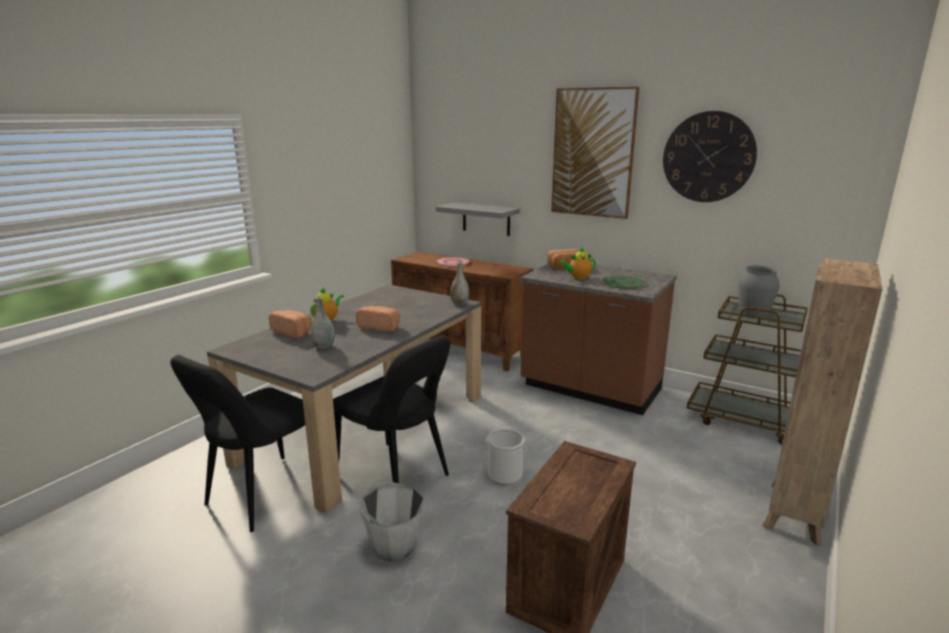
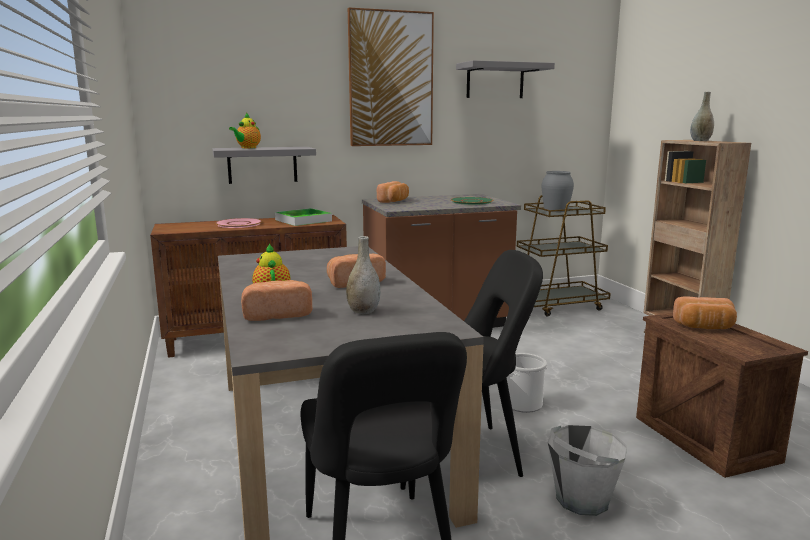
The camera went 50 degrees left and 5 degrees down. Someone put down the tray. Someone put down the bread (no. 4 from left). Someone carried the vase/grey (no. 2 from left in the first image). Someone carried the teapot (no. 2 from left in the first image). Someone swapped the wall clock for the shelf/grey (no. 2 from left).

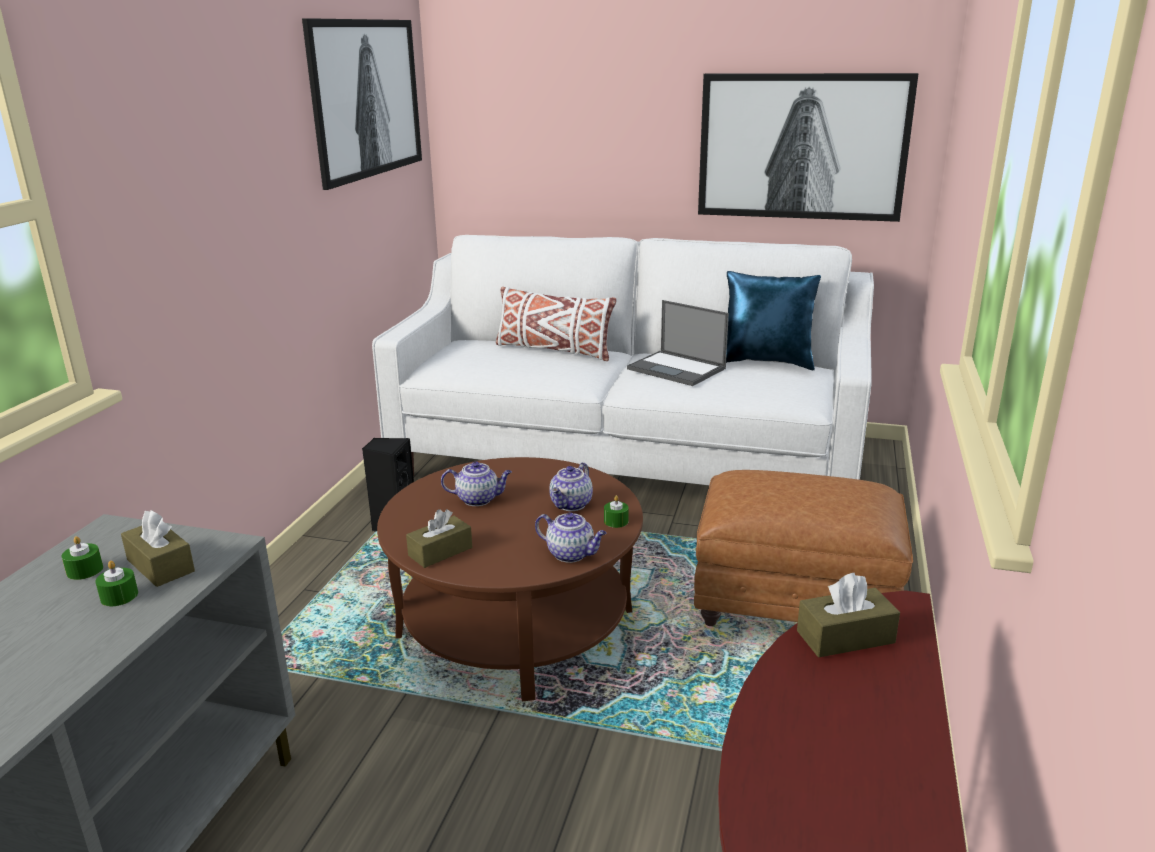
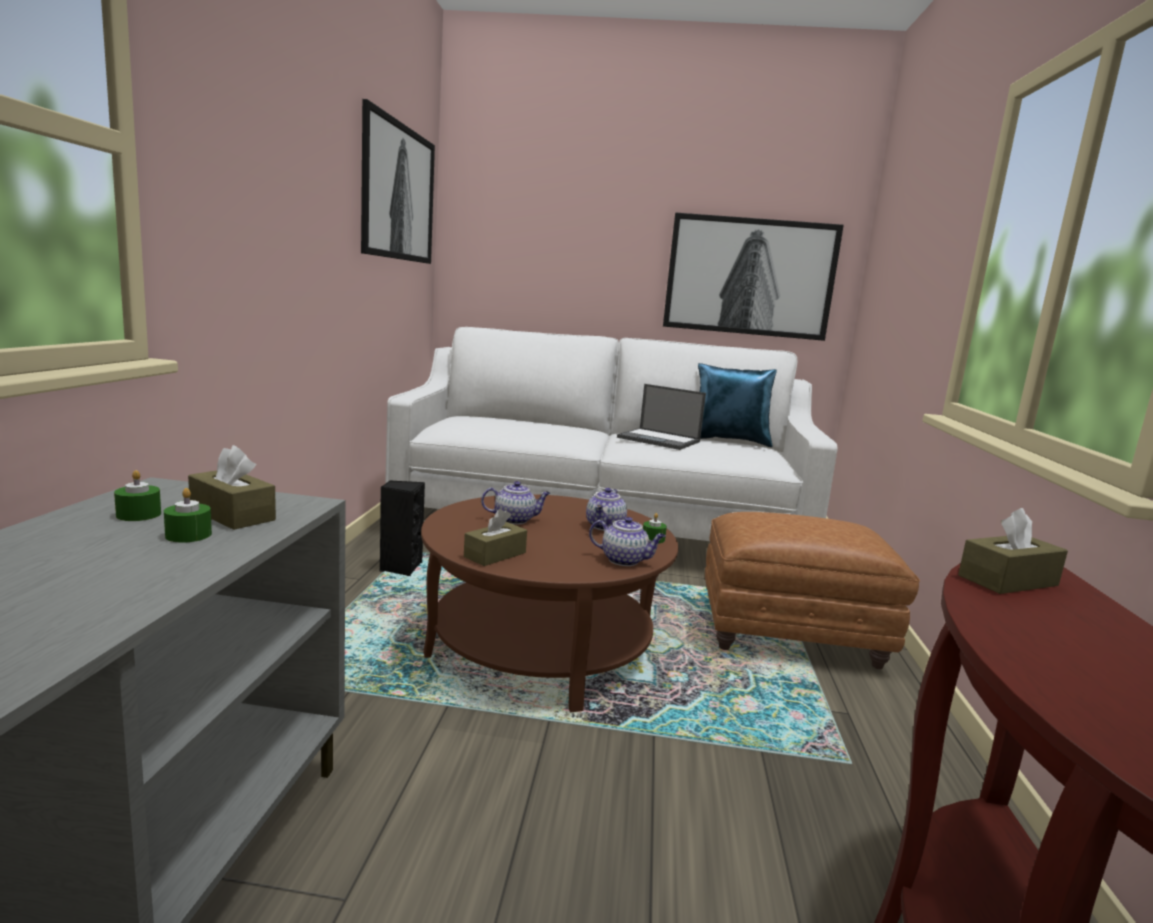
The camera went 10 degrees left and 10 degrees down. Someone took away the pillow/white.

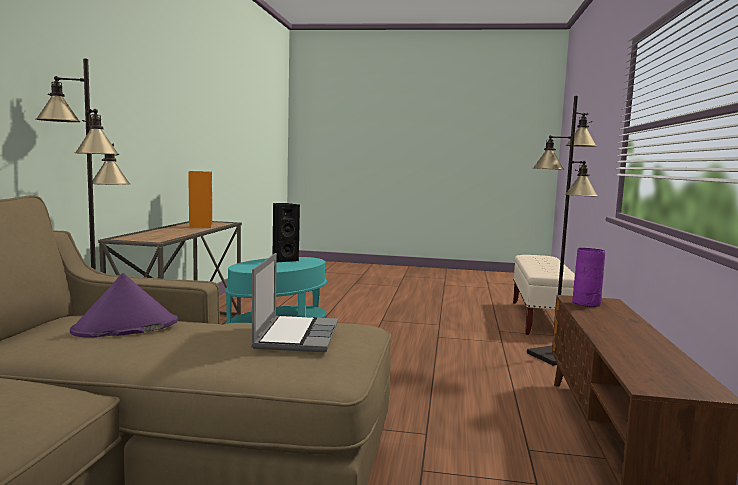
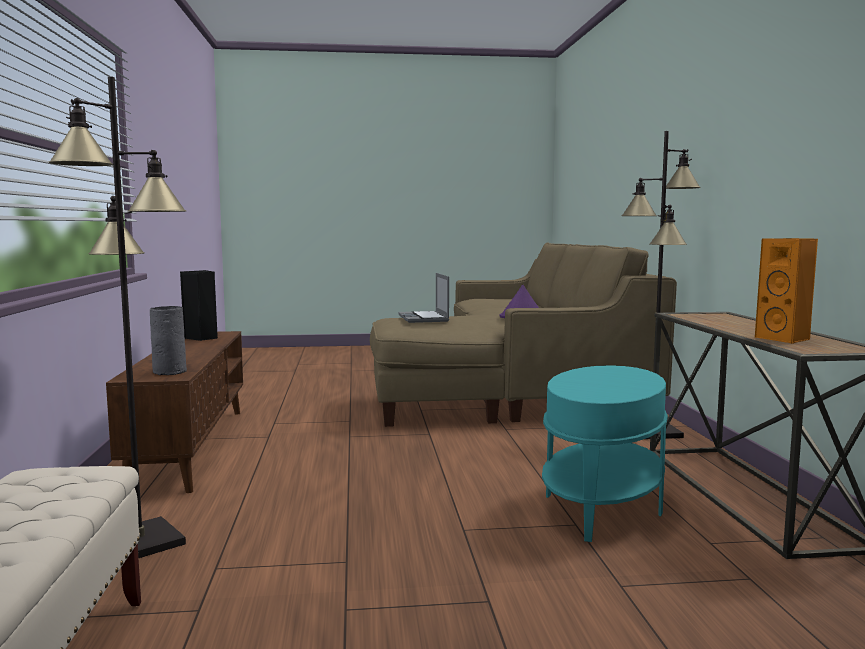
The camera went 165 degrees right and 0 degrees up. Someone carried the speaker/black. Someone repainted the vase/purple, which became the vase/grey.

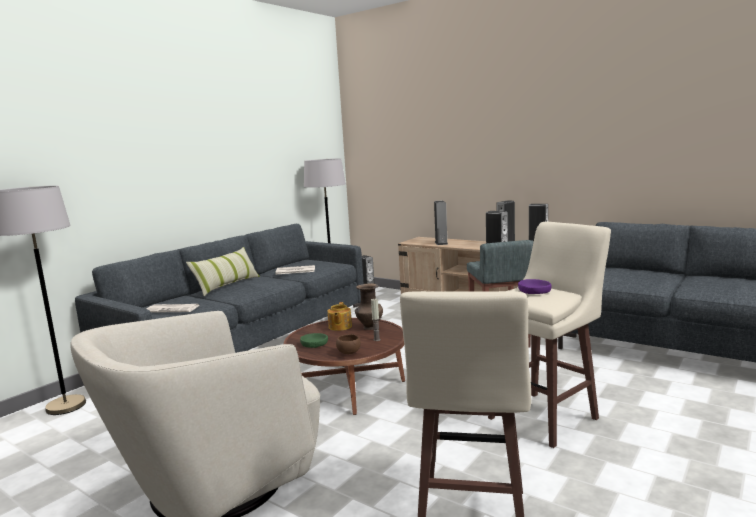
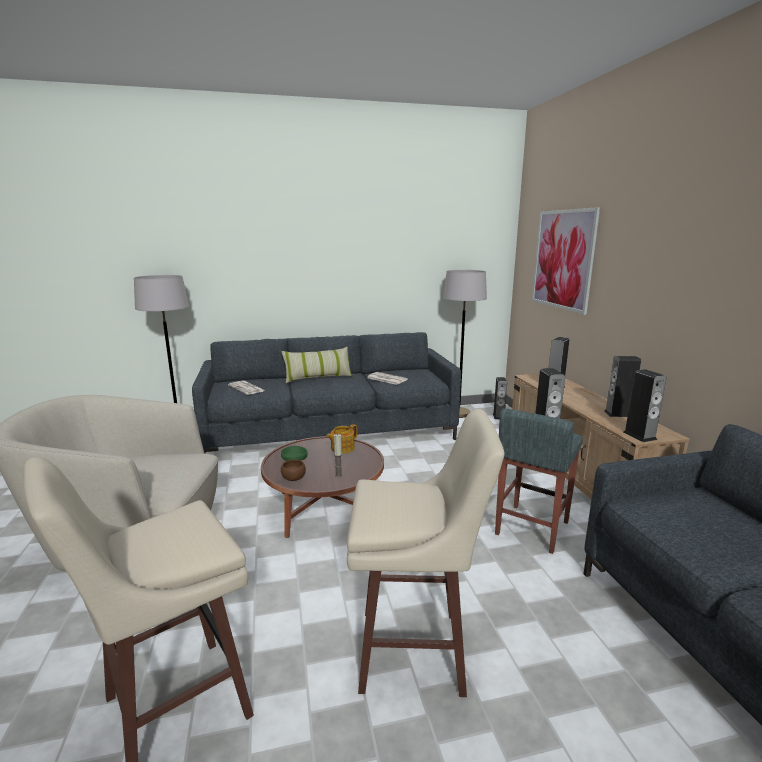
The camera went 40 degrees right and 5 degrees up. Someone took away the vase/brown. Someone took away the bowl/purple. Someone put up the picture.

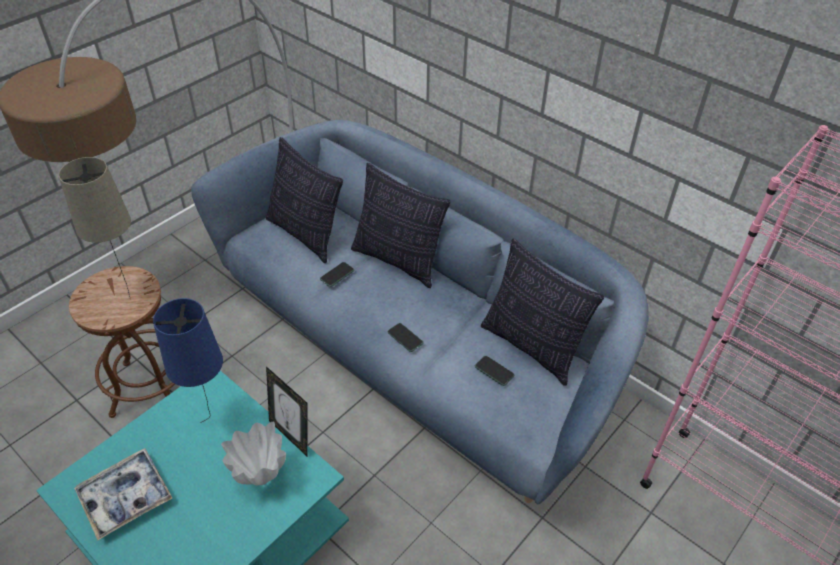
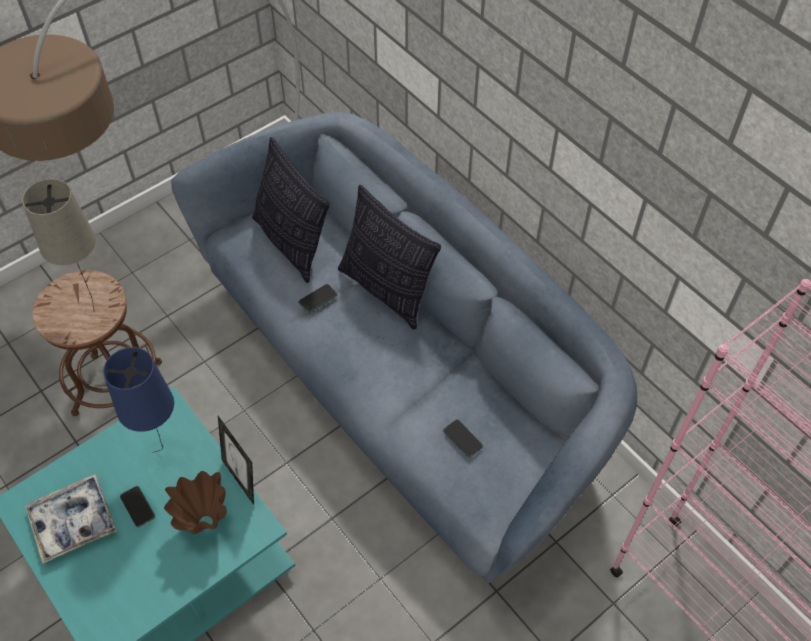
The camera went 10 degrees right and 10 degrees up. Someone took away the pillow (no. 3 from left). Someone carried the phone (no. 2 from left in the first image). Someone repainted the vase/white, which became the vase/brown.

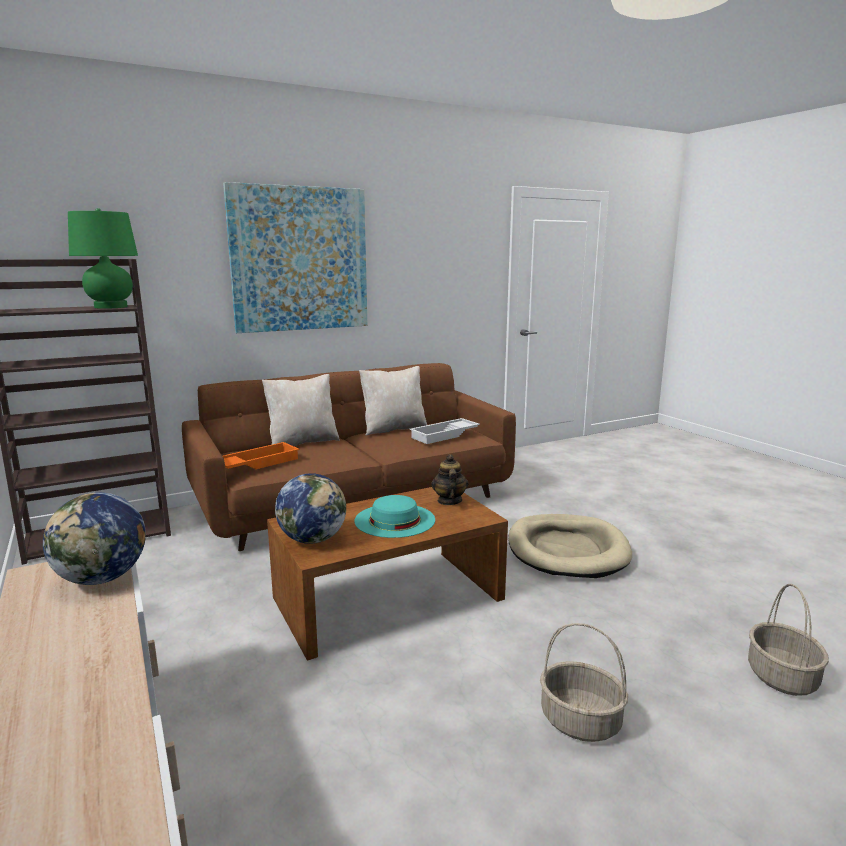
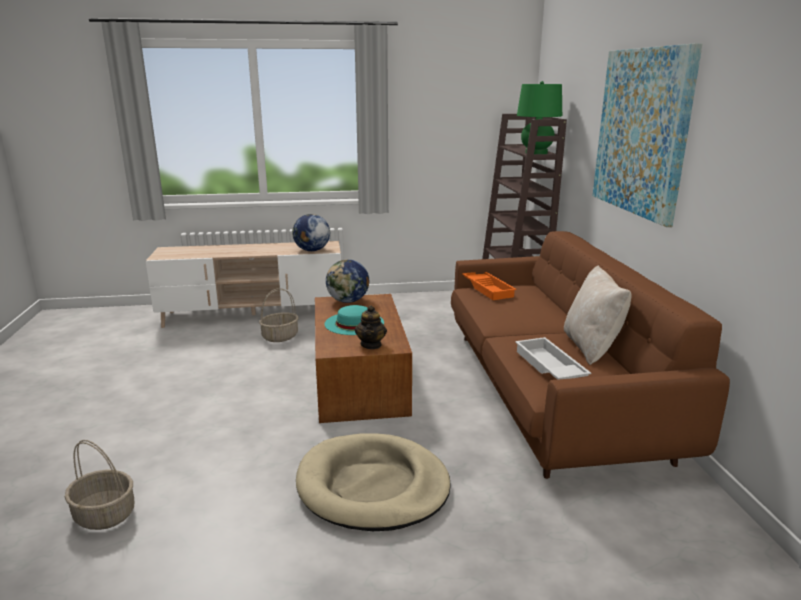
The camera went 110 degrees right and 5 degrees up. Someone took away the pillow/beige (no. 1 from left). Someone carried the basket (no. 1 from left in the first image). Someone rotated the teapot by 75 degrees clockwise.

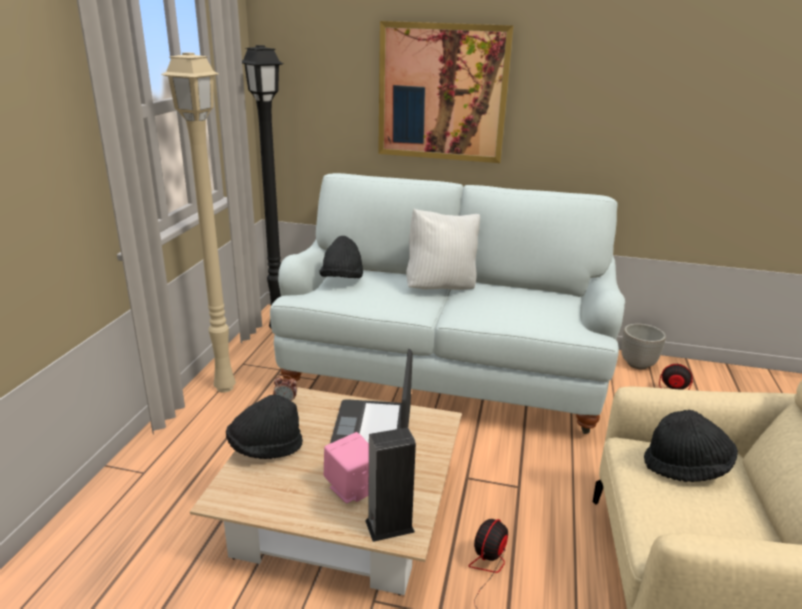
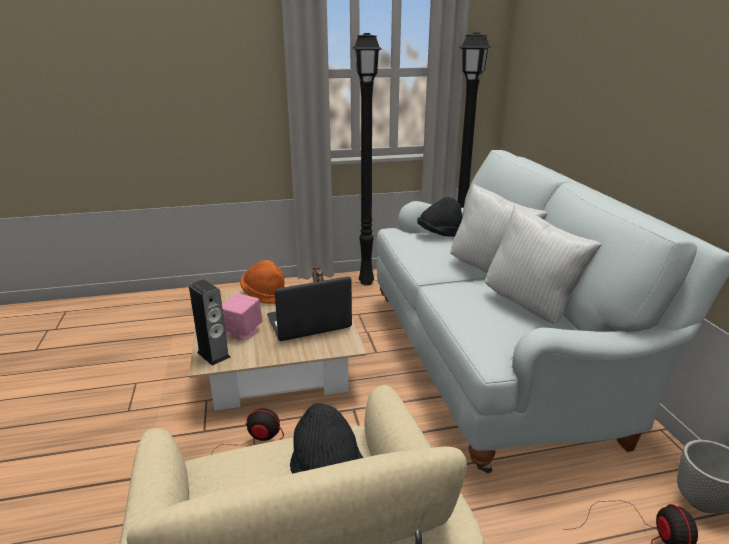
The camera went 65 degrees right and 0 degrees up. Someone took away the picture. Someone put down the pillow/white (no. 2 from left). Someone repainted the floor lamp/beige, which became the floor lamp/black (no. 1 from left). Someone repainted the hat/black (no. 1 from left), which became the hat/orange.

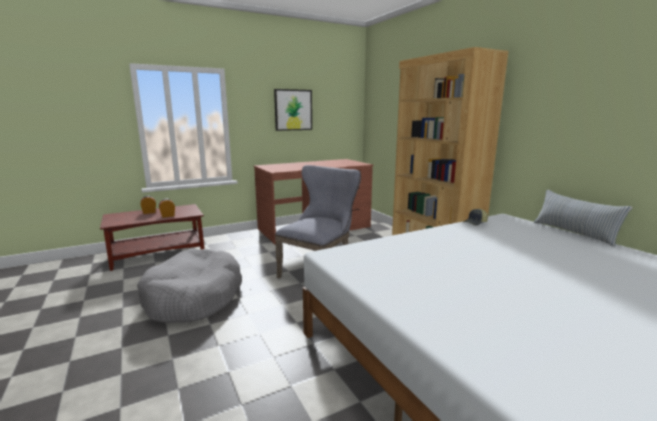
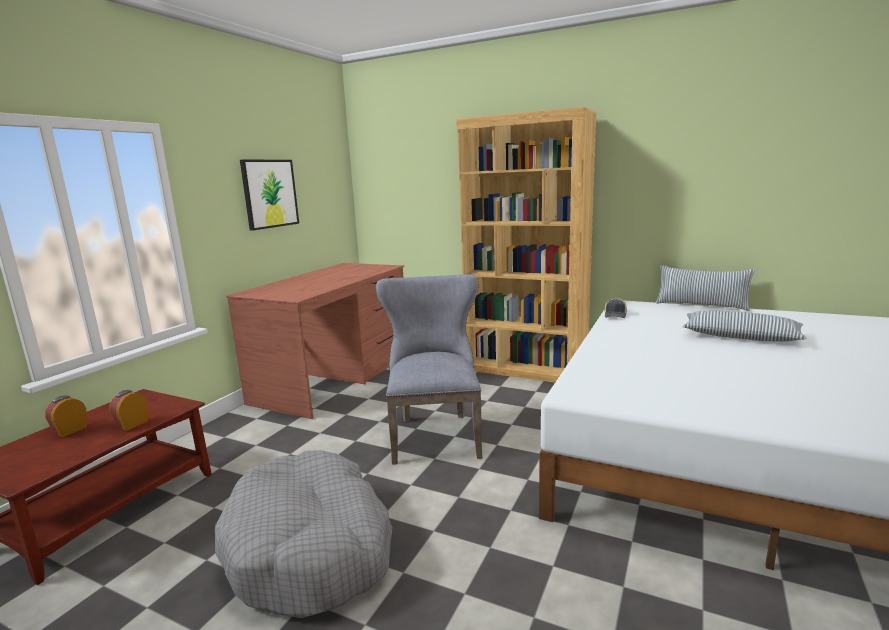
The camera went 35 degrees left and 0 degrees up. Someone put down the pillow (no. 2 from left).

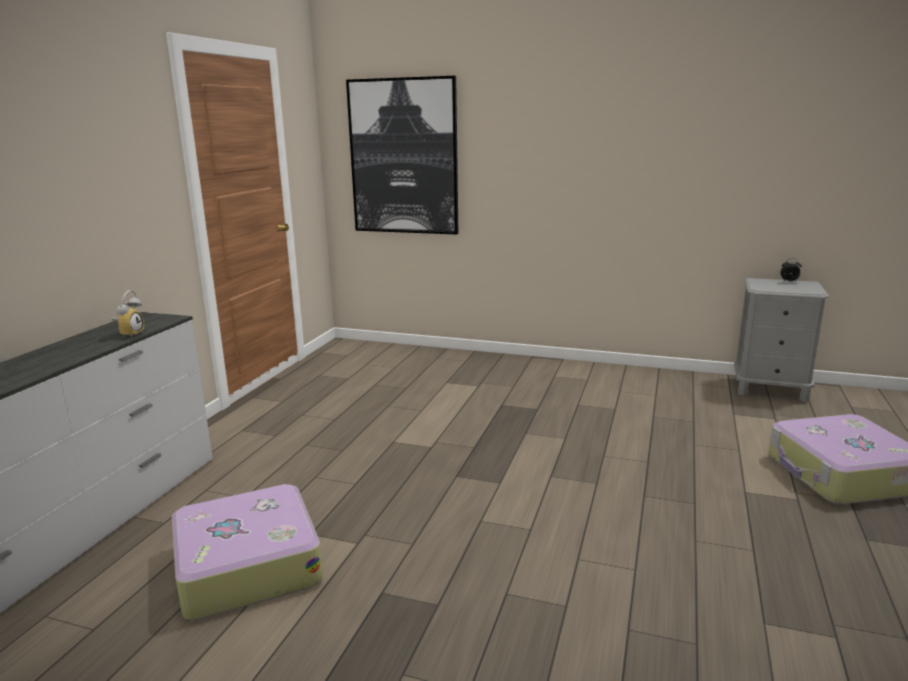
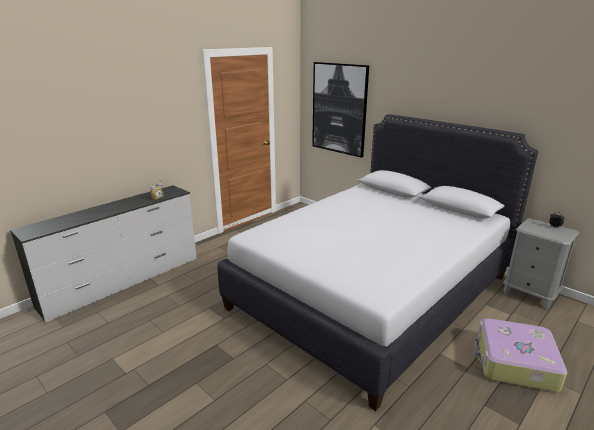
The camera went 25 degrees right and 5 degrees up. Someone took away the suitcase (no. 1 from left). Someone put down the bed/white.

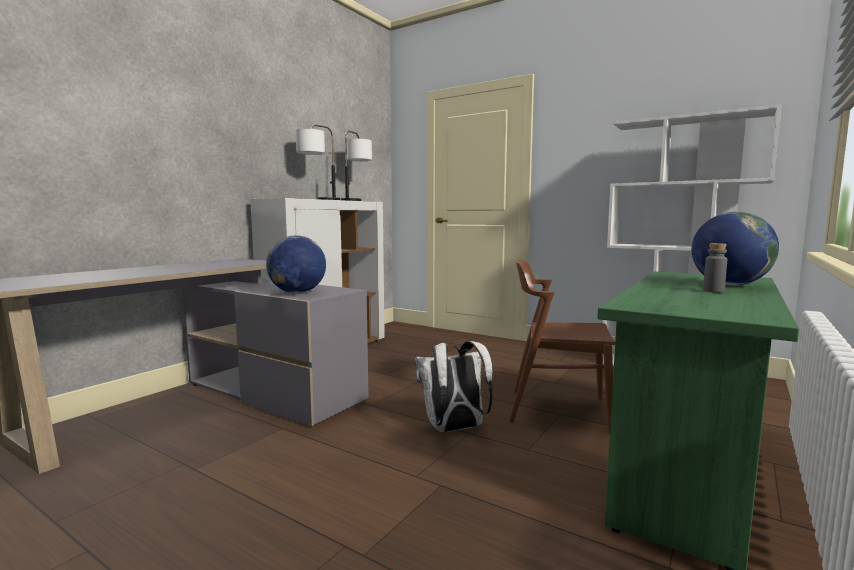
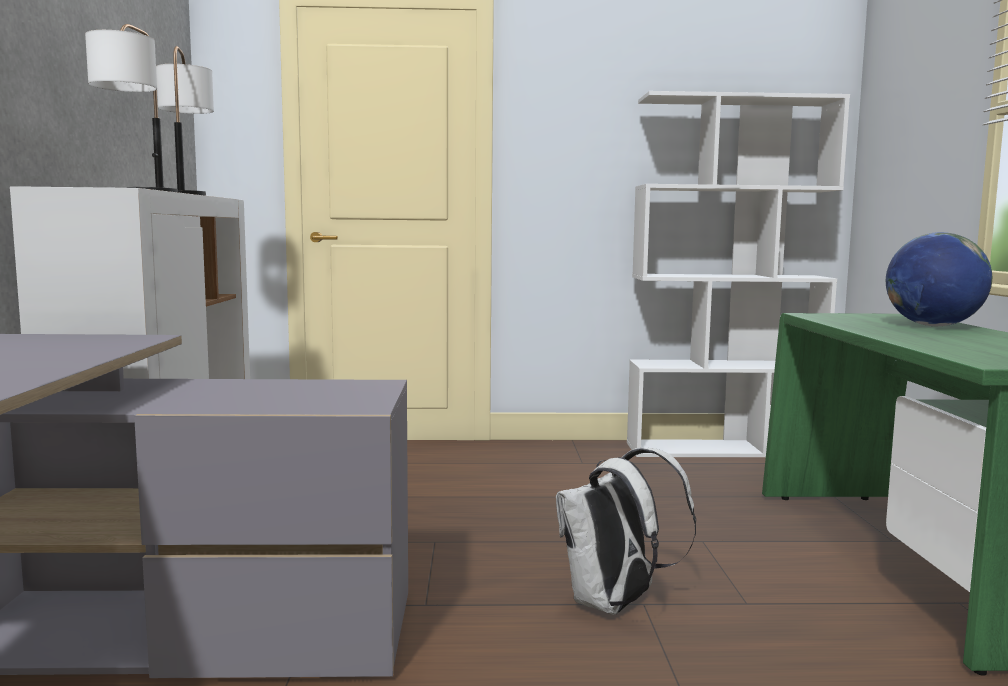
The camera went 35 degrees left and 0 degrees up. Someone took away the globe (no. 1 from left). Someone took away the chair/brown. Someone took away the bottle/grey.

